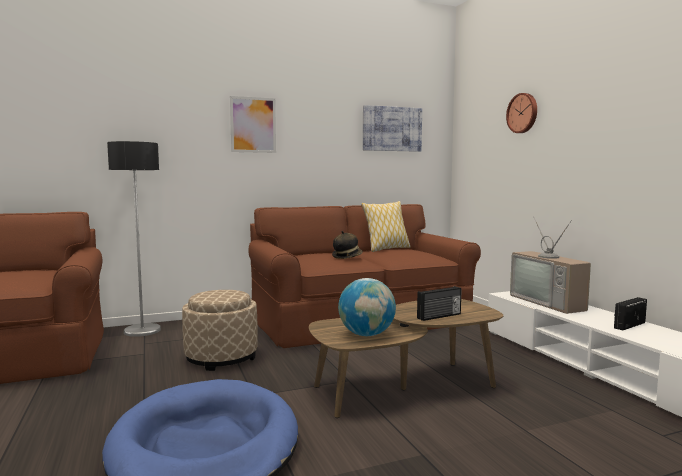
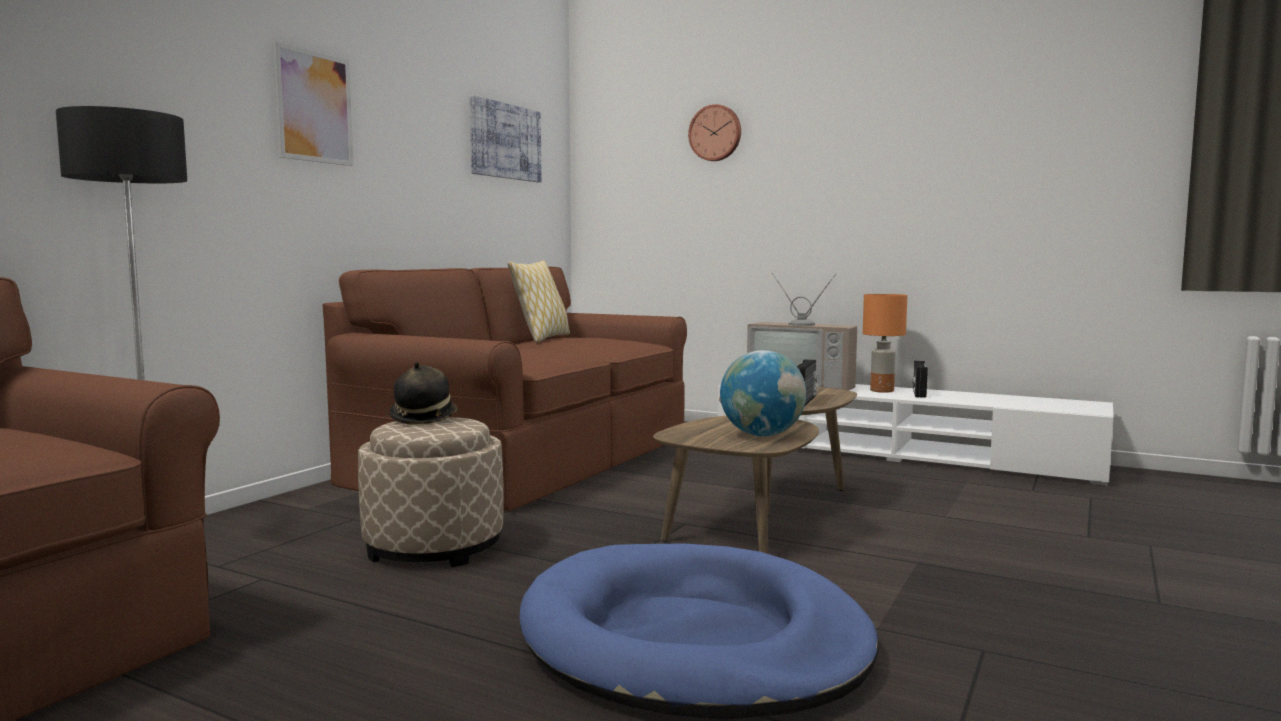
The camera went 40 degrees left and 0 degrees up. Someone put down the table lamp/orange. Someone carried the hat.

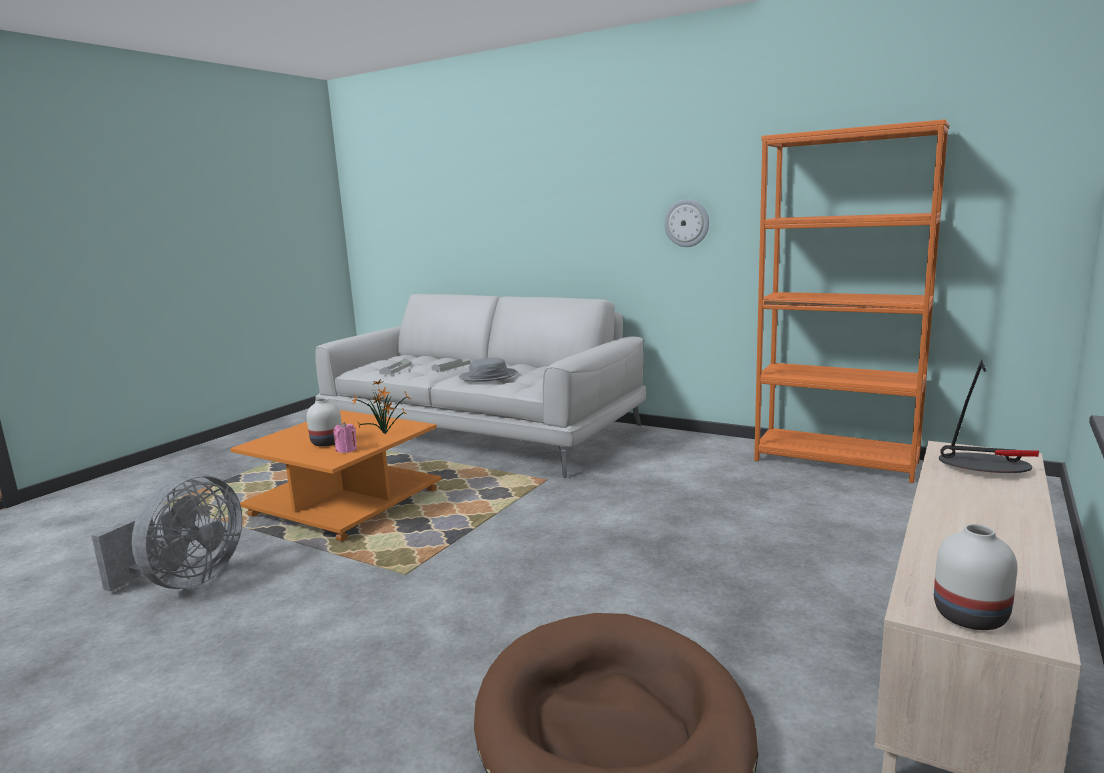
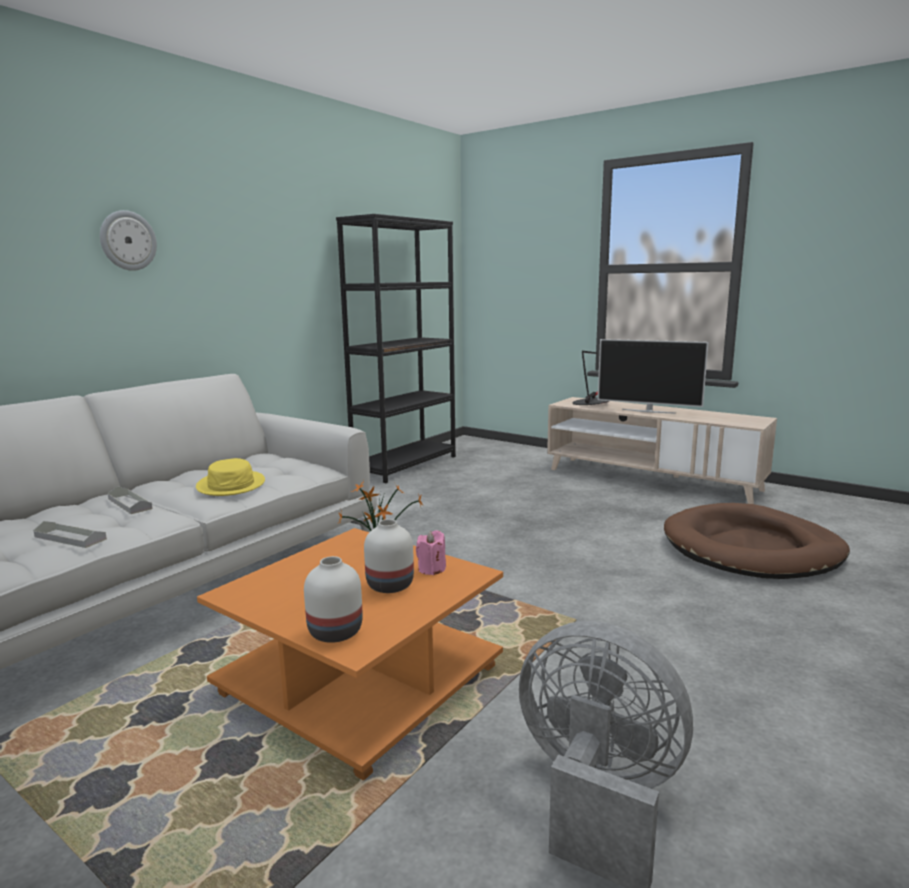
The camera went 85 degrees left and 0 degrees up. Someone put down the television. Someone carried the wall clock. Someone carried the vase/white (no. 2 from left in the first image). Someone repainted the hat/grey, which became the hat/yellow. Someone repainted the bookcase/orange, which became the bookcase/black.

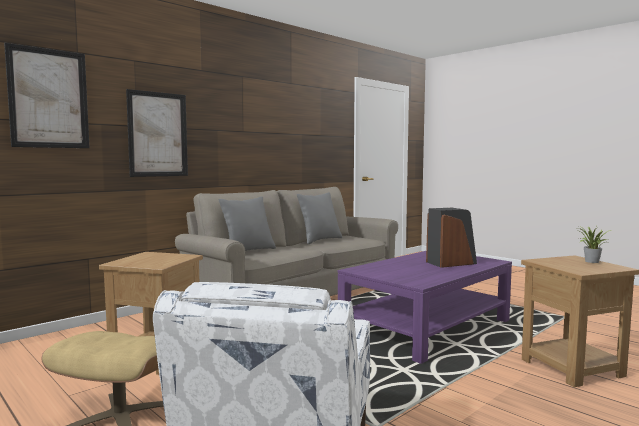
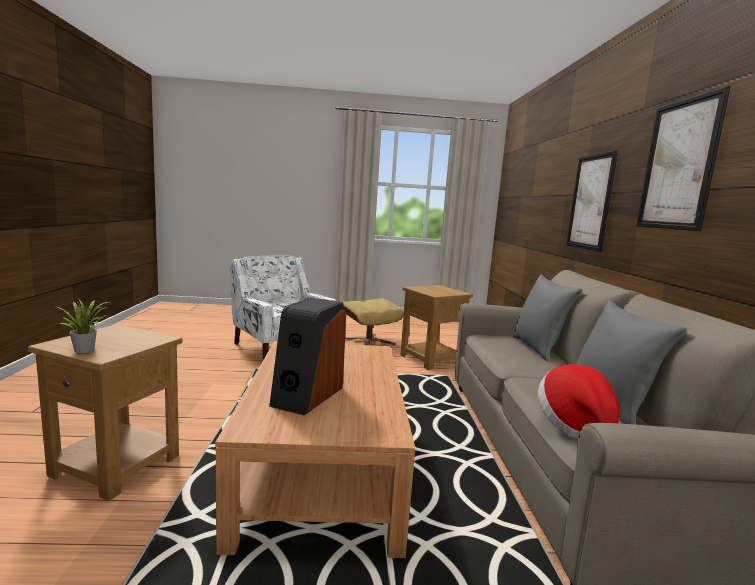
The camera went 130 degrees right and 5 degrees up. Someone put down the hat. Someone carried the picture (no. 1 from left in the first image). Someone repainted the coffee table/purple, which became the coffee table/brown.

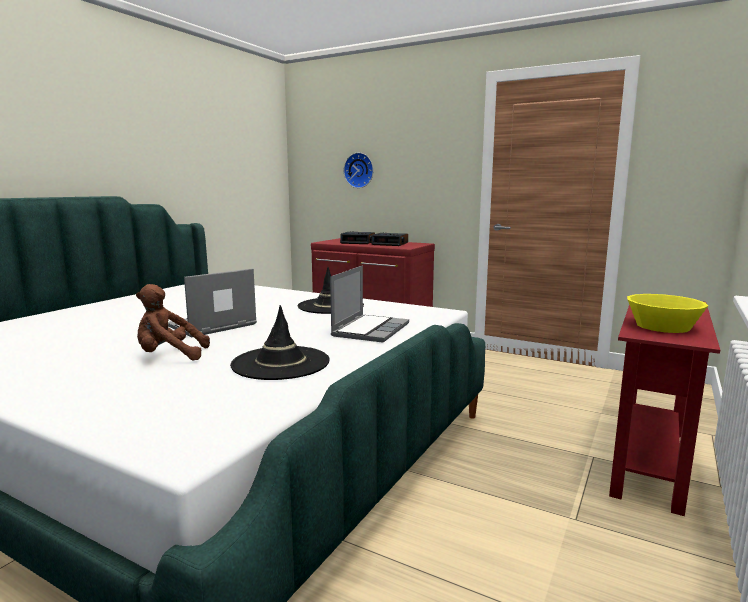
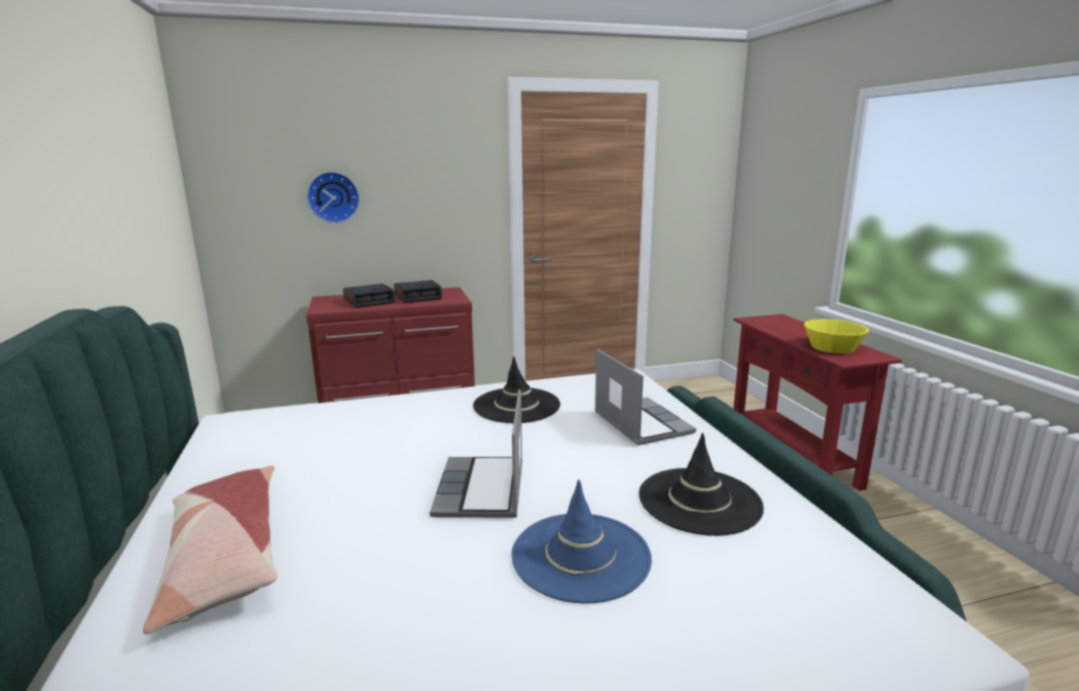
The camera went 45 degrees left and 5 degrees up. Someone put down the pillow. Someone swapped the plush toy/brown for the hat/blue.

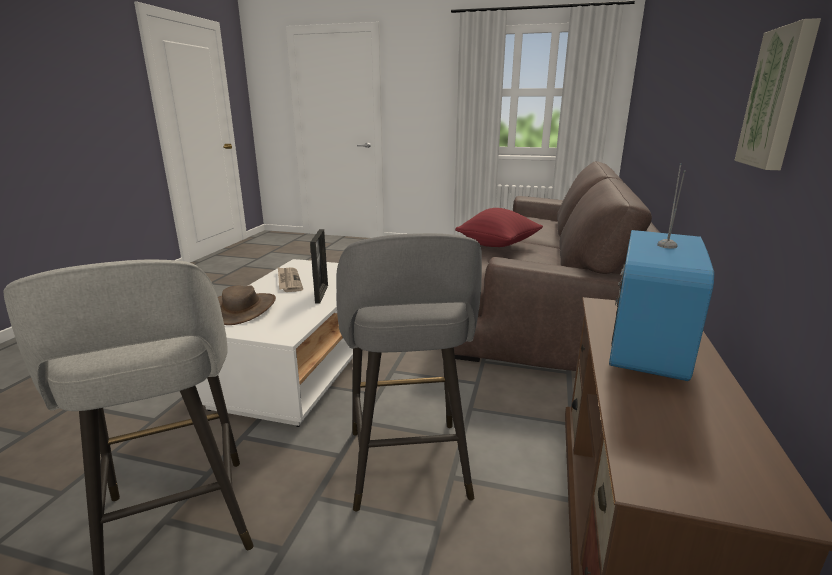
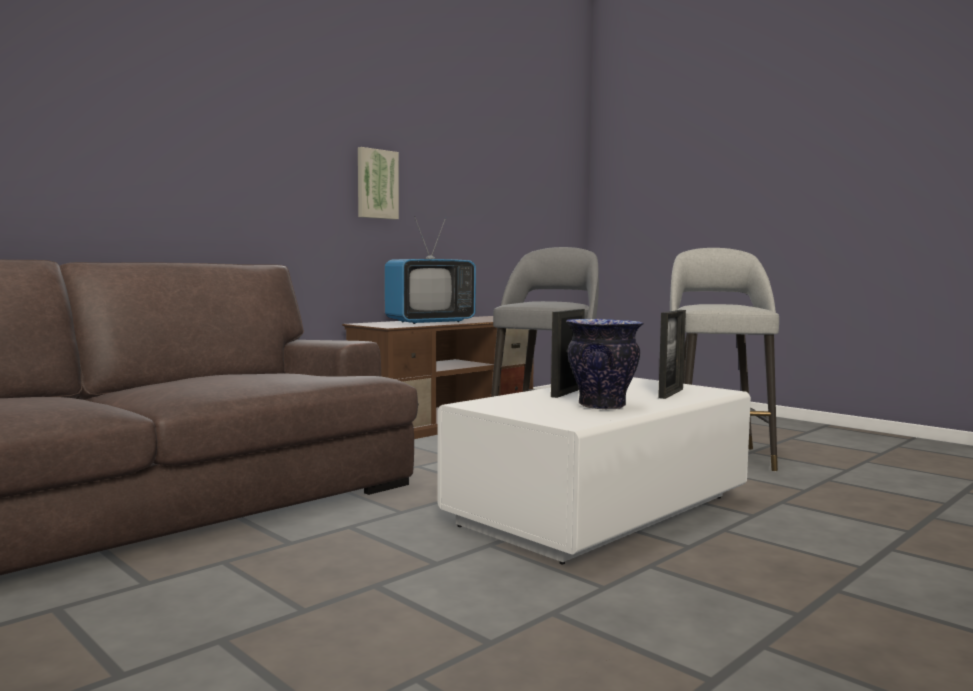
The camera went 150 degrees left and 15 degrees down. Someone took away the pillow/red. Someone swapped the hat/brown for the picture frame (no. 2 from left). Someone swapped the newspaper for the vase.

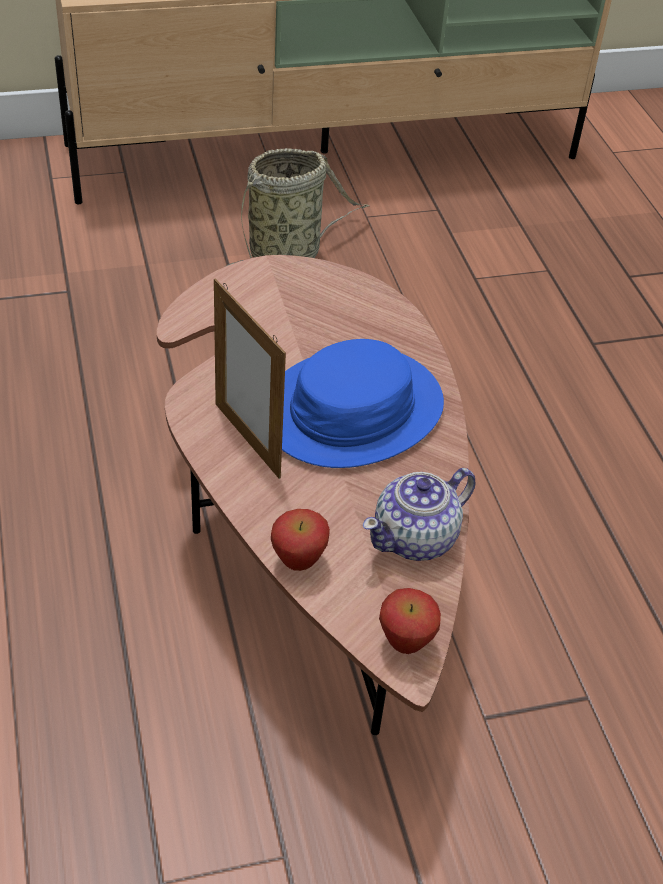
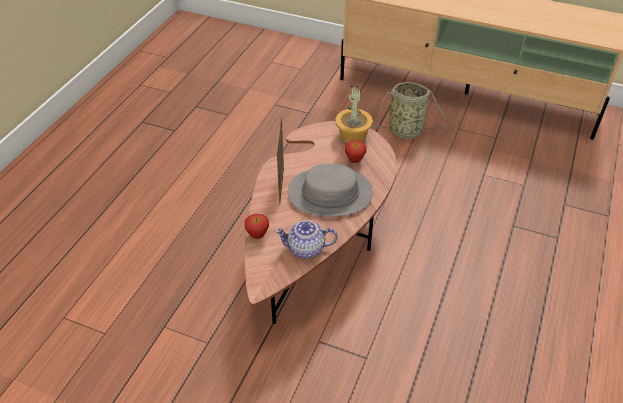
The camera went 40 degrees right and 0 degrees up. Someone put down the potted plant. Someone carried the apple (no. 2 from left). Someone repainted the hat/blue, which became the hat/grey.

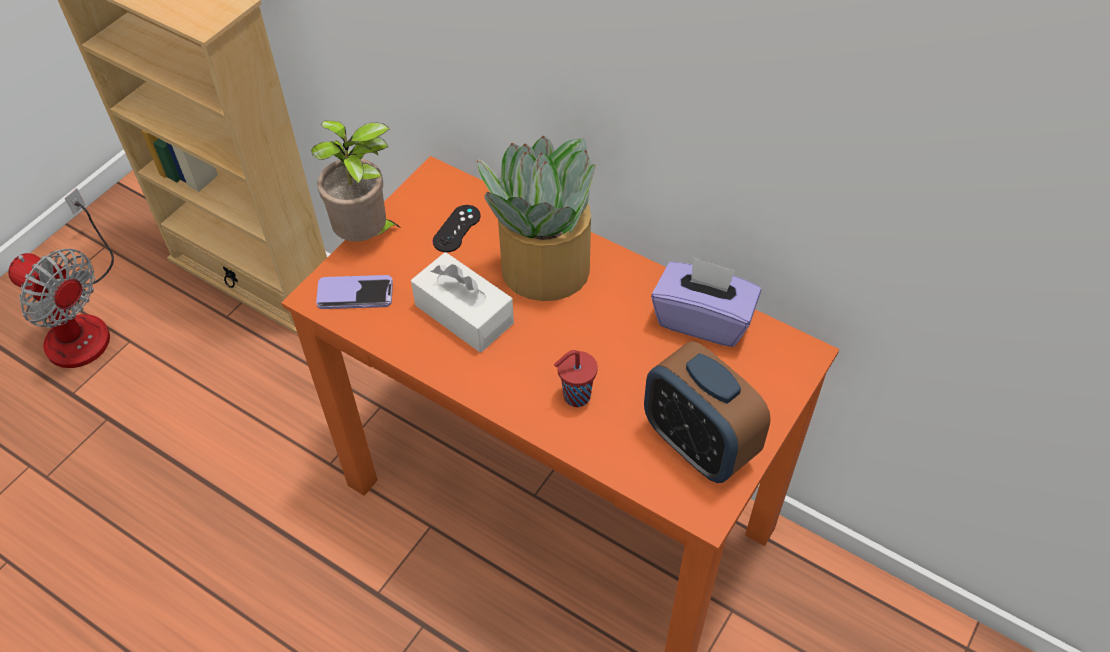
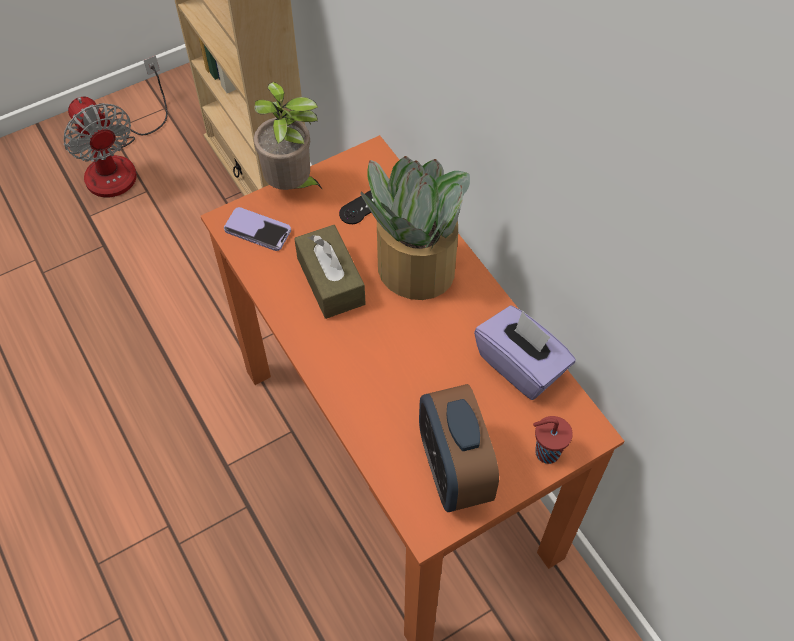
The camera went 25 degrees right and 5 degrees up. Someone carried the cup/red. Someone repainted the tissue box/white, which became the tissue box/brown.

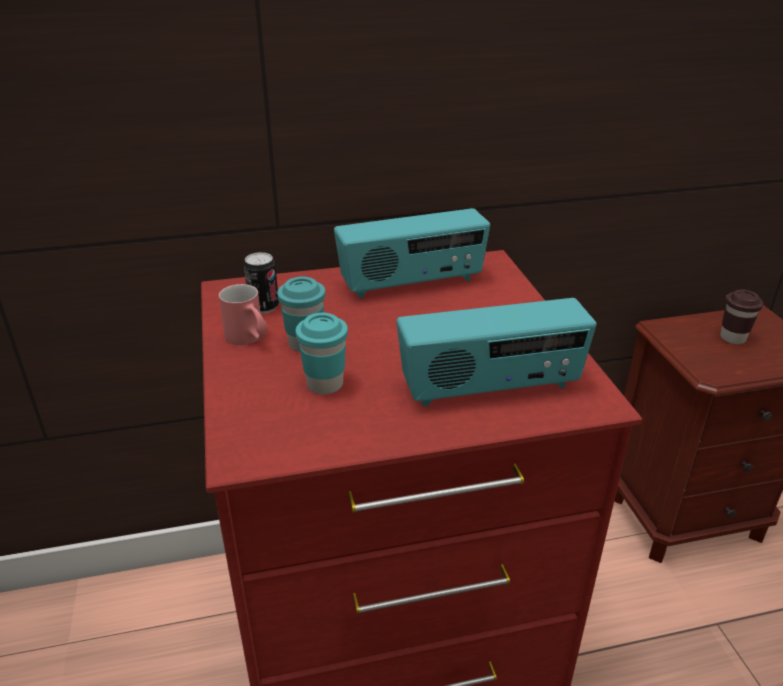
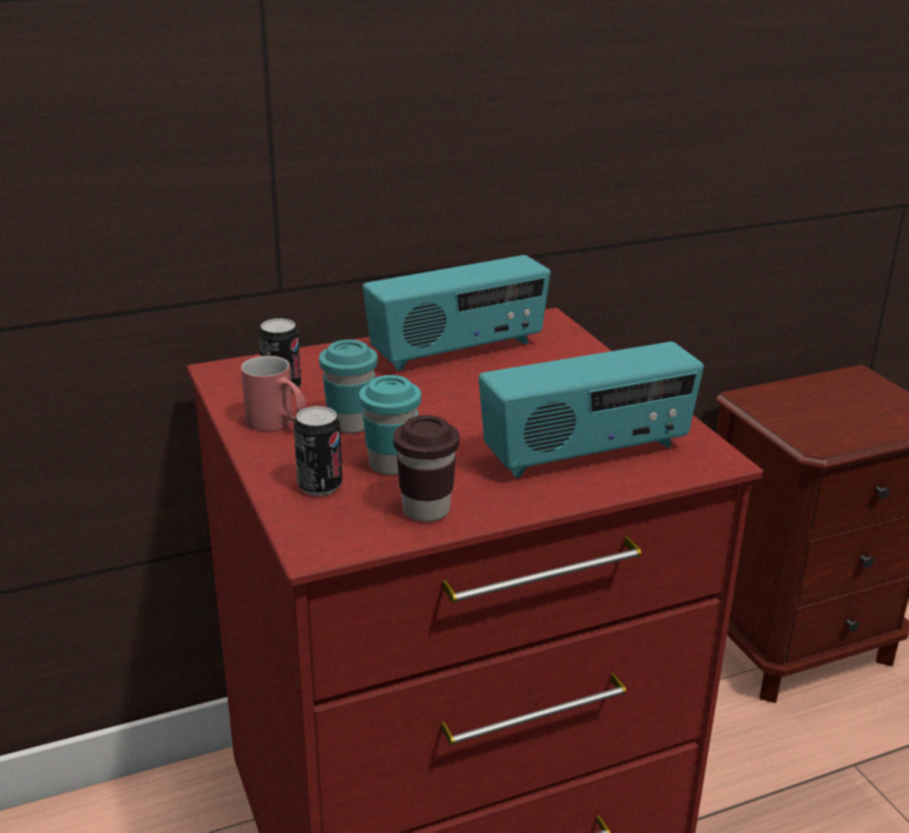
The camera went 10 degrees left and 5 degrees down. Someone put down the can (no. 2 from left). Someone carried the cup/brown.

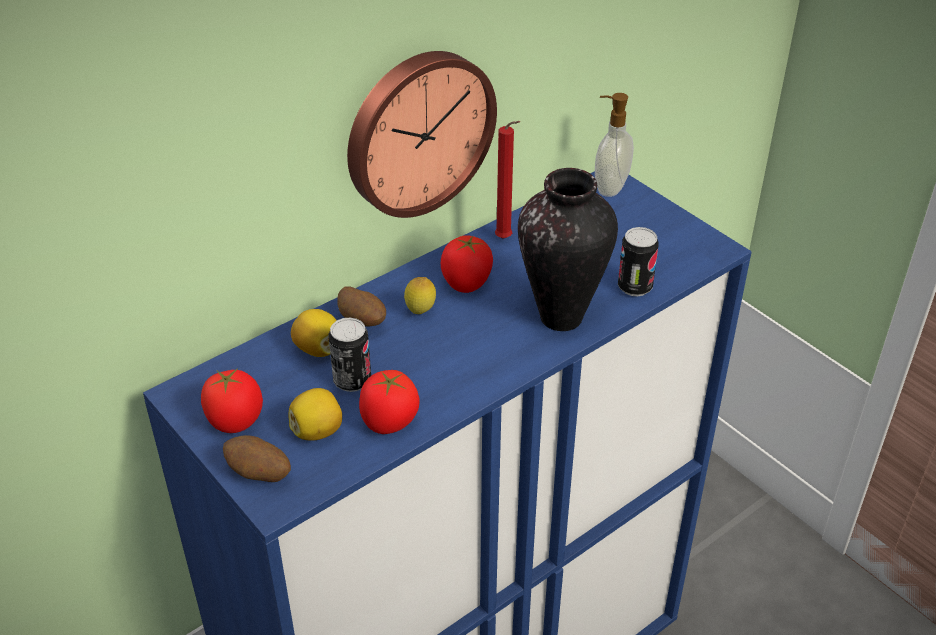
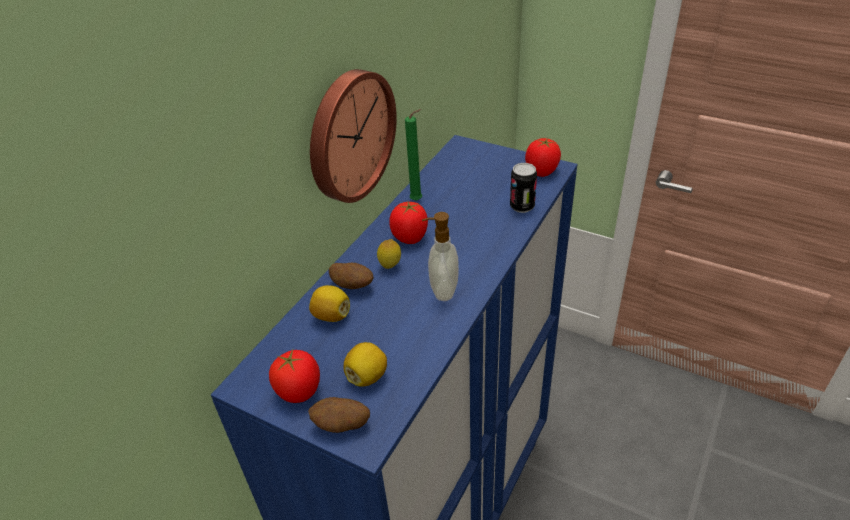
The camera went 20 degrees left and 0 degrees up. Someone took away the can (no. 1 from left). Someone took away the vase. Someone carried the tomato (no. 2 from left in the first image). Someone carried the soap dispenser. Someone repainted the candle/red, which became the candle/green.

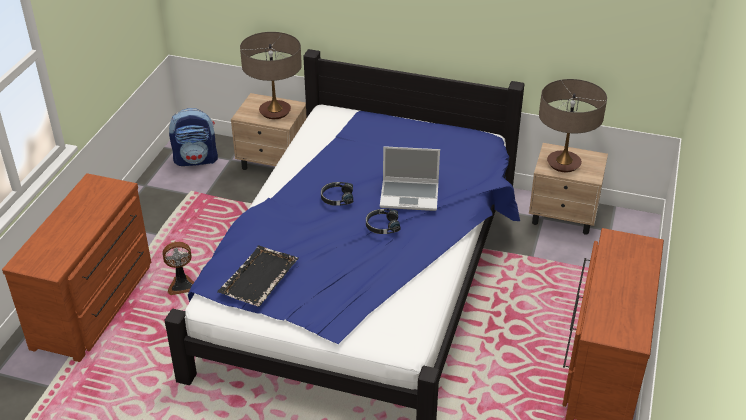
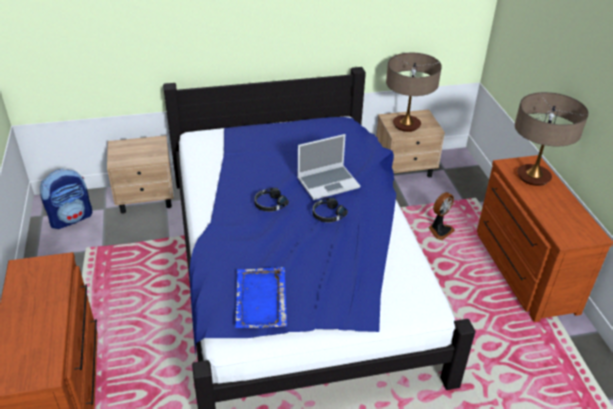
The camera went 30 degrees left and 0 degrees up. Someone carried the fan. Someone carried the table lamp (no. 1 from left in the first image). Someone repainted the tray/black, which became the tray/blue.

